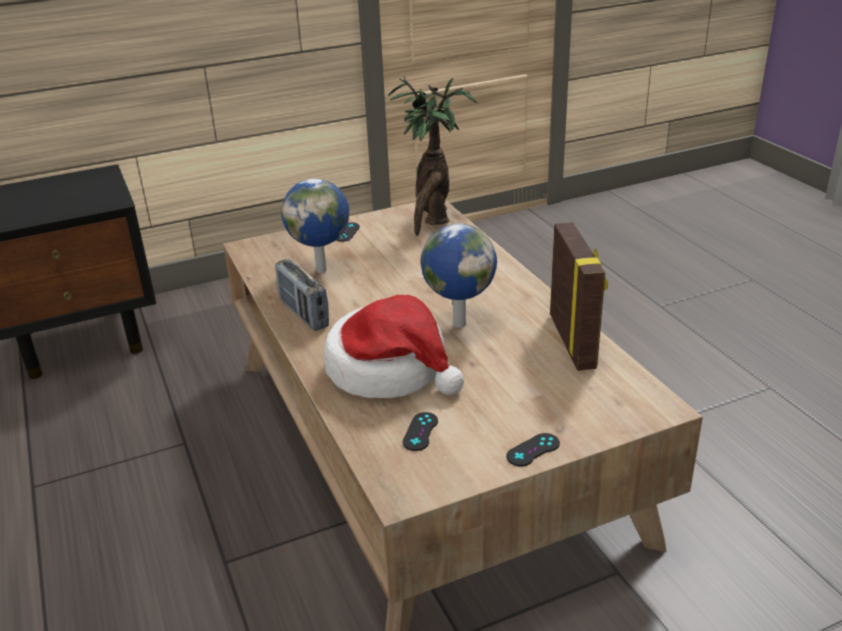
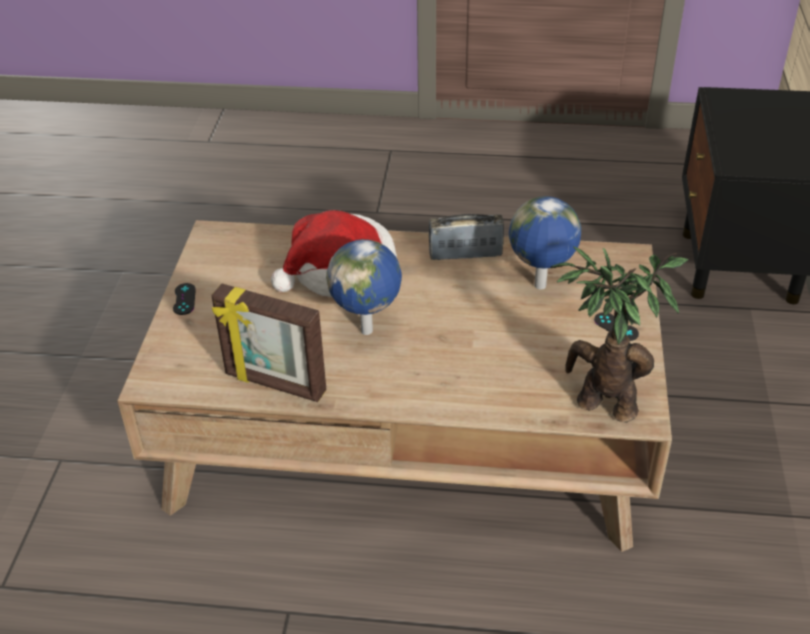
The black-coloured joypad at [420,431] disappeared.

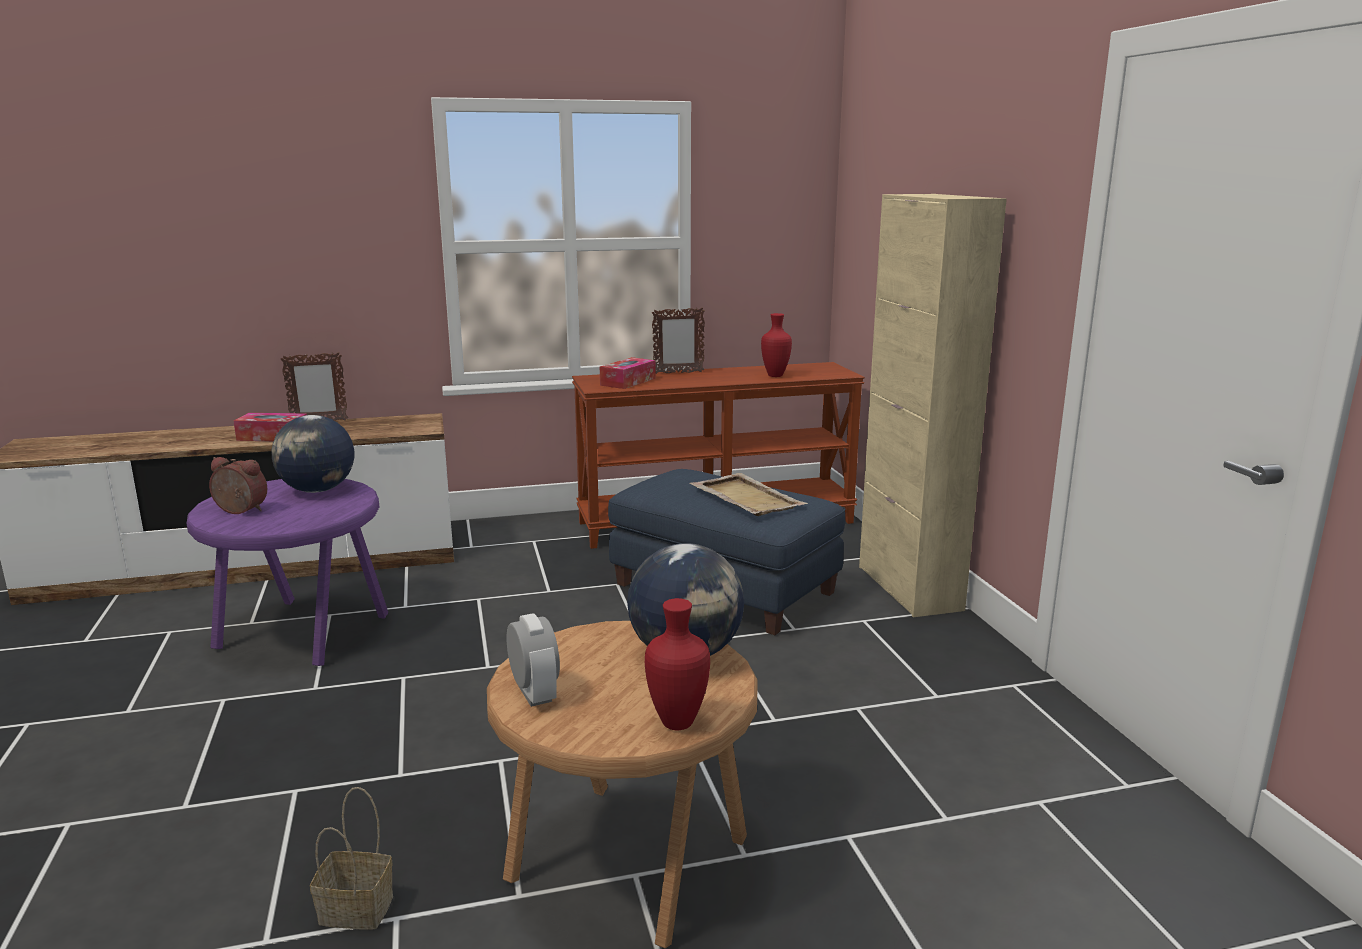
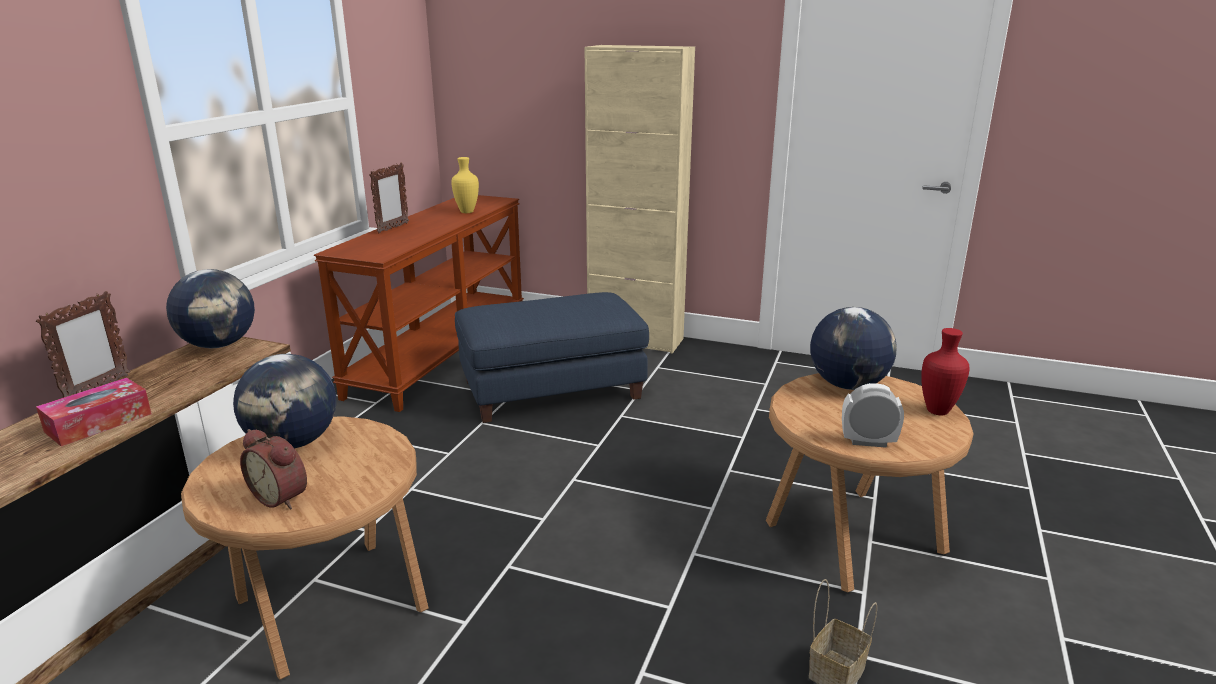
The tissue box at [628,382] disappeared.
The beige-coloured carrying tray at [746,498] disappeared.
The world globe at [219,345] appeared.
The purplish side table at [301,631] became the brown side table at [327,606].
The red-coloured vase at [775,375] became the yellow vase at [466,212].
The alarm clock at [239,511] turned 105 degrees counterclockwise.

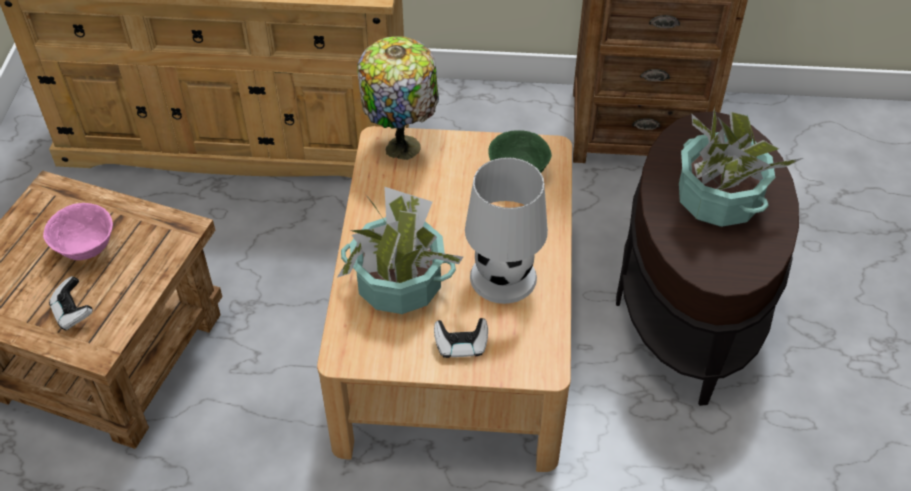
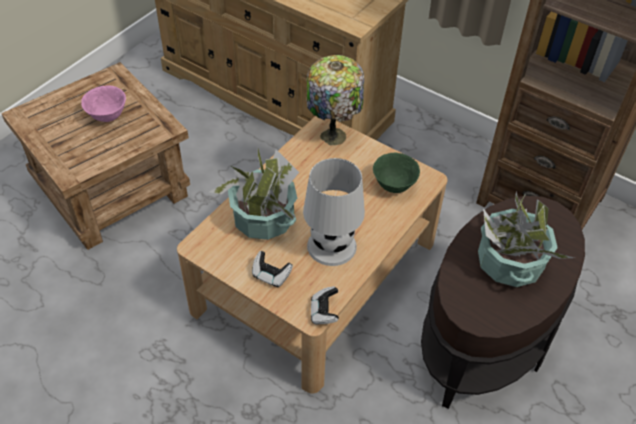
The joypad moved from [73,313] to [324,312].

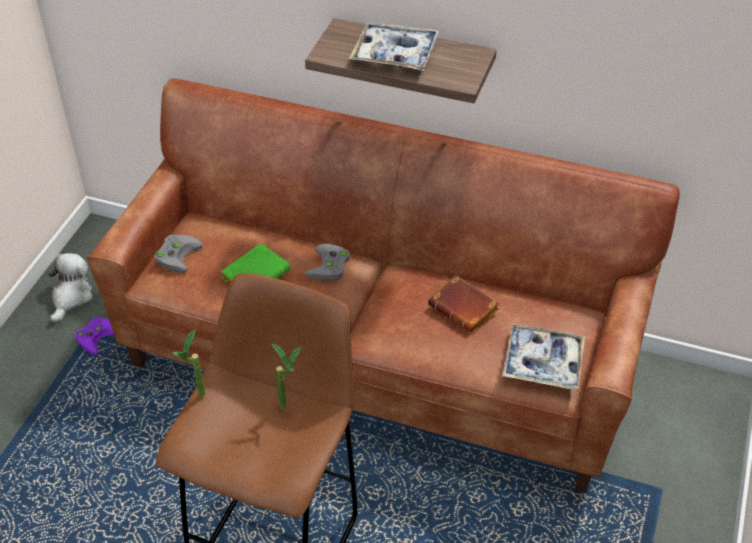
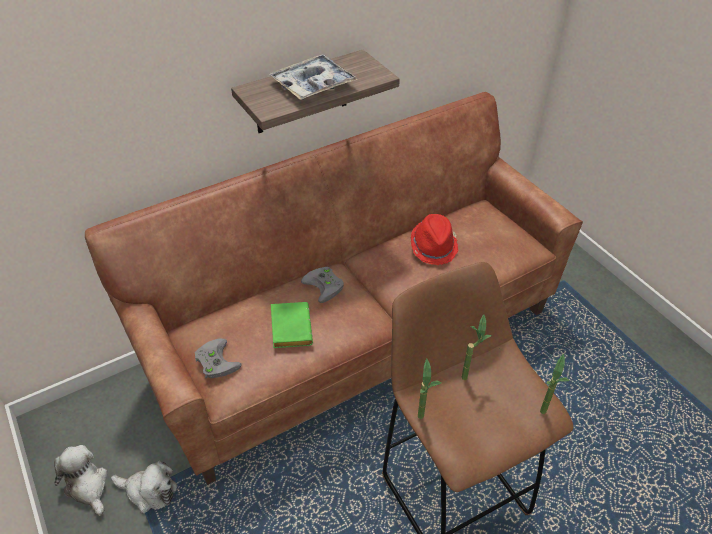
The carrying tray at [542,363] disappeared.
The houseplant at [543,417] appeared.
The purplish joypad at [97,336] was replaced by the plush toy at [149,491].
The brown bound book at [465,308] was replaced by the red-coloured wearable hat at [434,246].

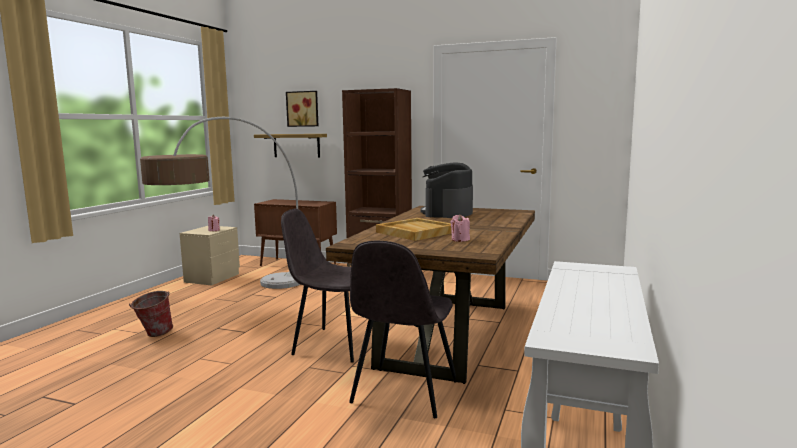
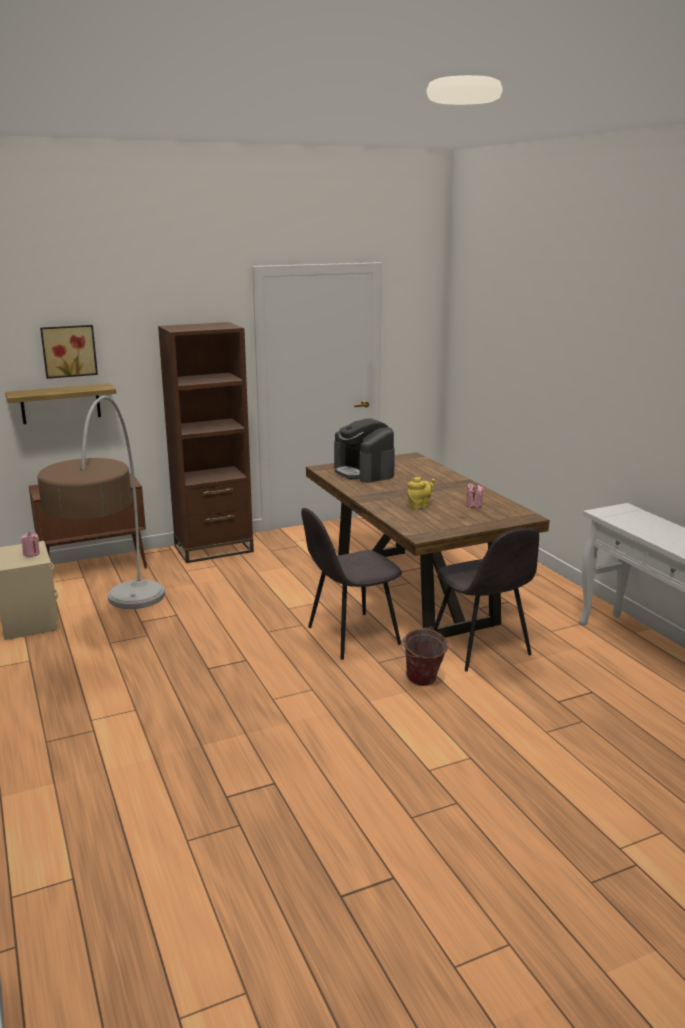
The water bucket moved from [153,334] to [422,682].
The beige-coloured carrying tray at [415,232] was replaced by the yellow teapot at [419,506].

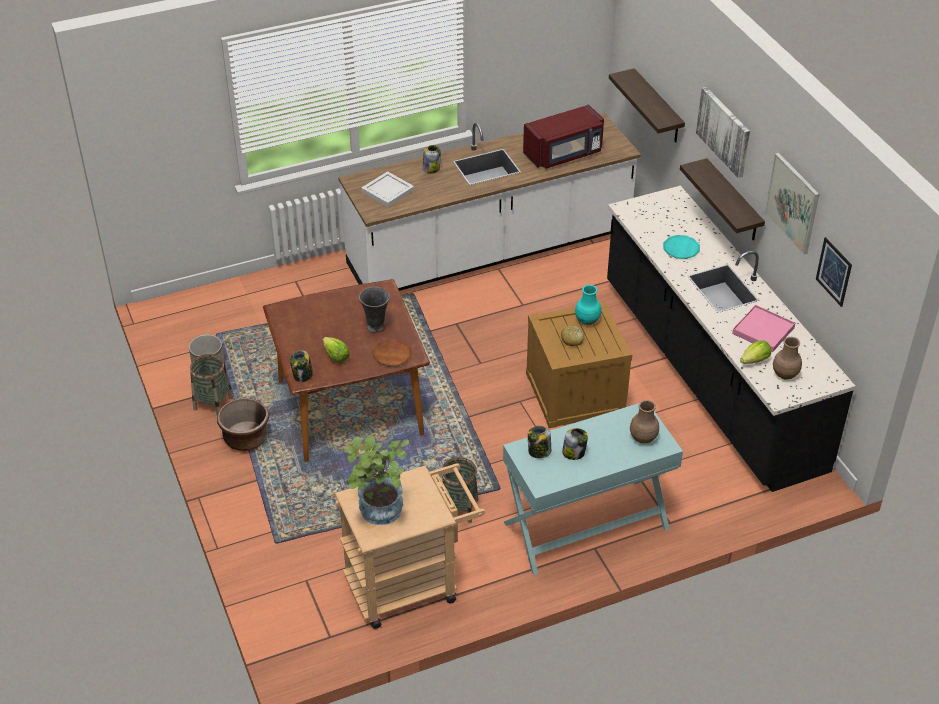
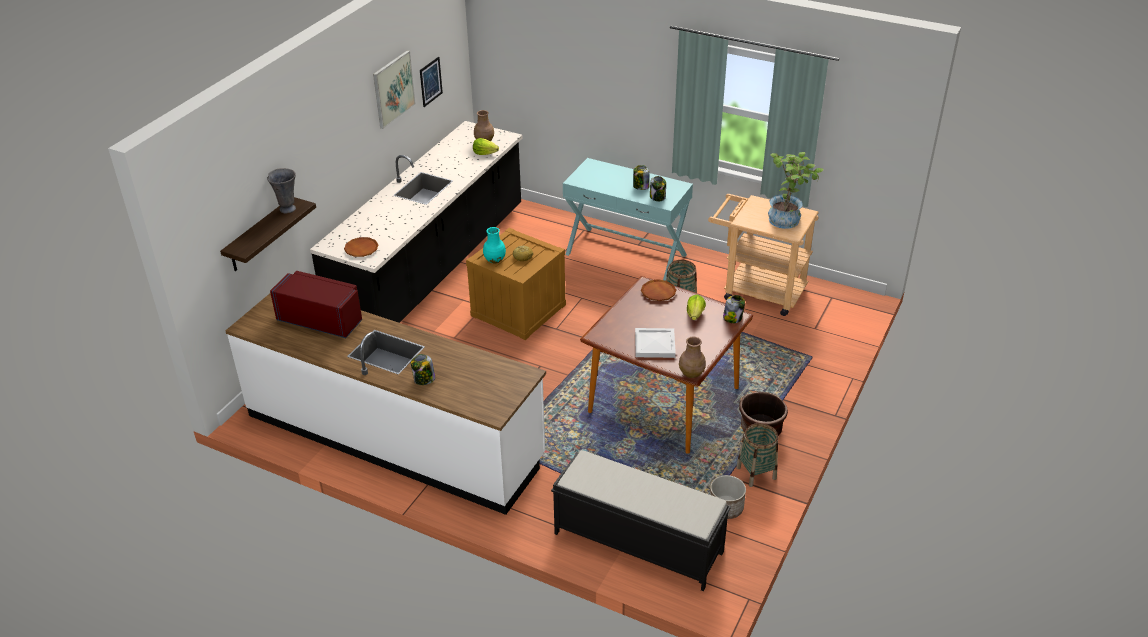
The turquoise-coloured plate at [681,249] disappeared.
The bracket shelf at [733,201] disappeared.
The picture at [724,131] disappeared.
The pinkish carrying tray at [763,331] disappeared.
The brown plate at [361,249] appeared.
The black-coloured long seat at [637,542] appeared.
The gray vase moved from [376,328] to [287,208].
The white-coloured carrying tray moved from [387,190] to [654,345].
The brown vase moved from [643,438] to [691,373].

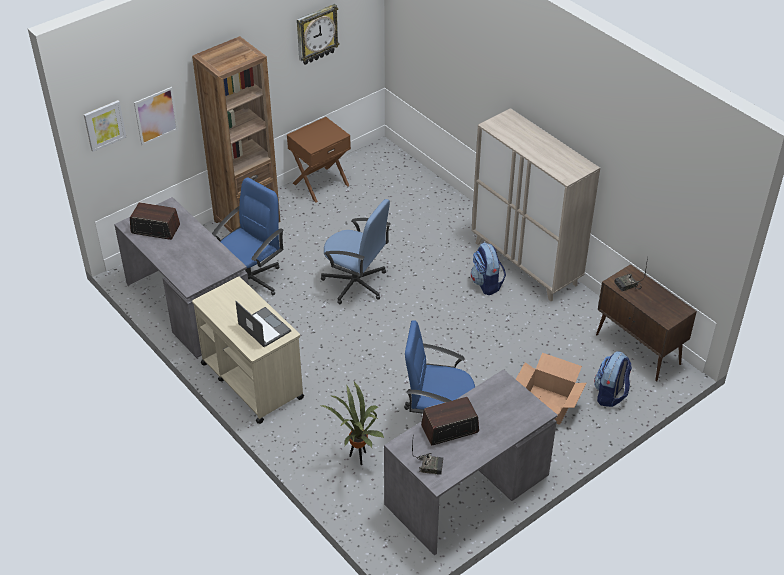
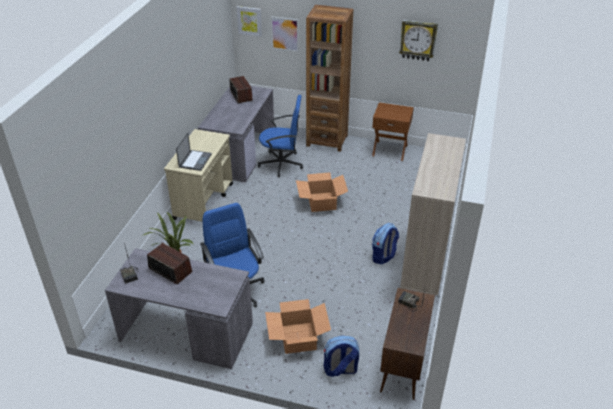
The bluish office chair at [356,283] was replaced by the carton at [321,202].

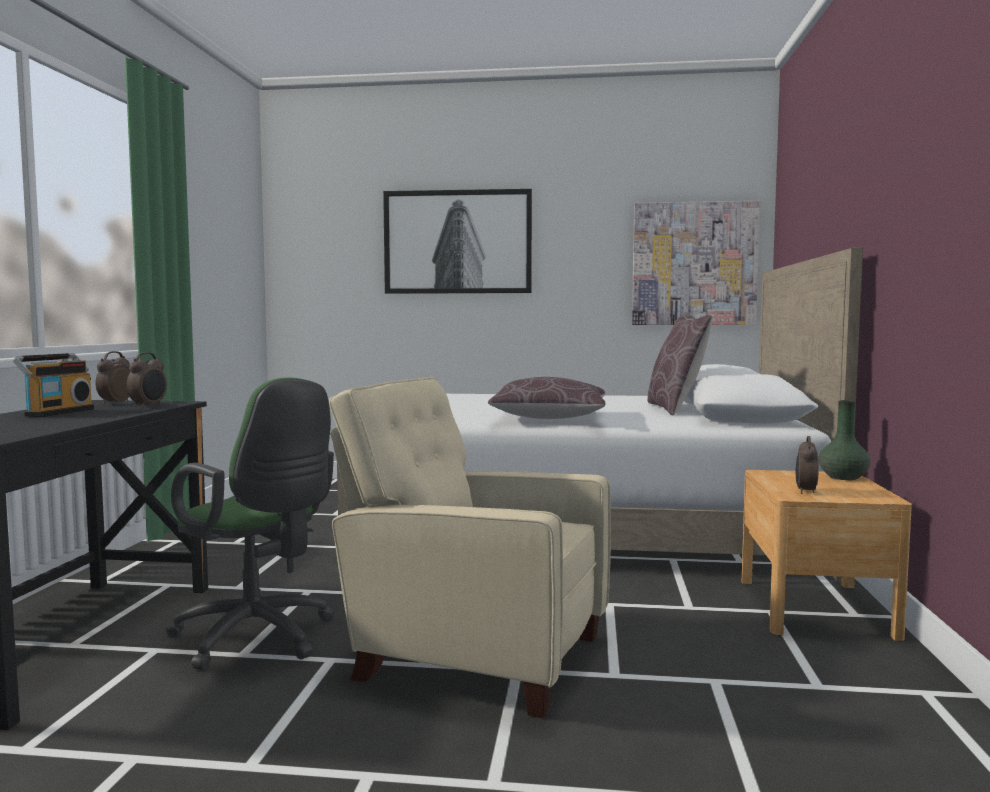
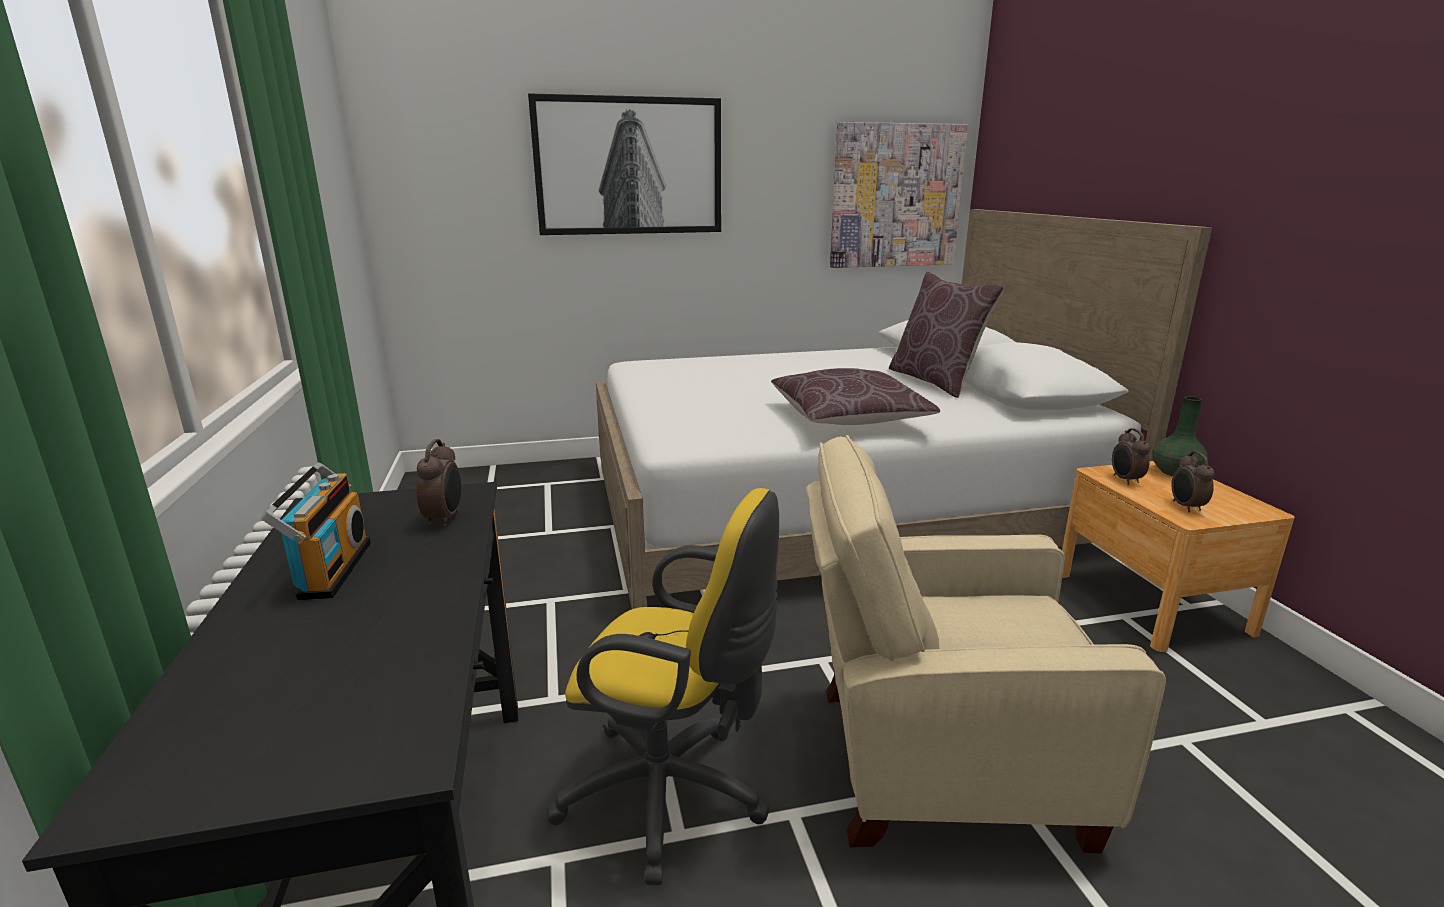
The alarm clock moved from [115,403] to [1125,480].
The green-coloured office chair at [259,639] became the yellow office chair at [673,797].

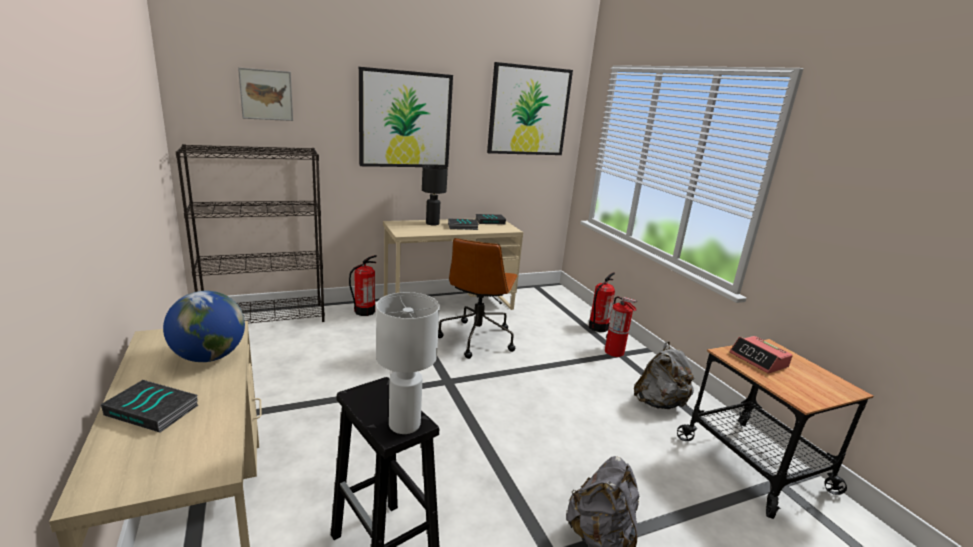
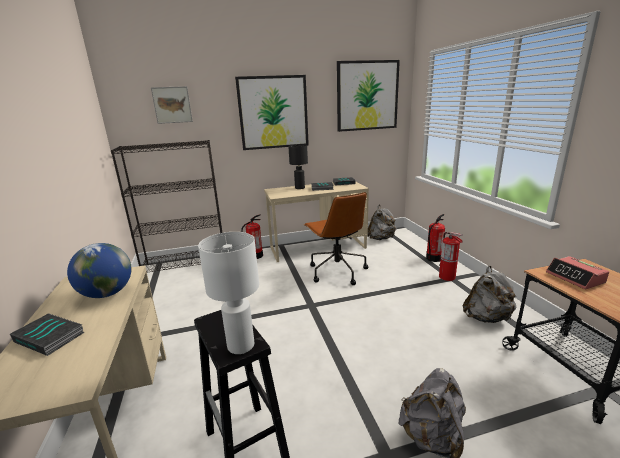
The gray rucksack at [381,238] appeared.
The brown office chair at [477,338] turned 45 degrees counterclockwise.

